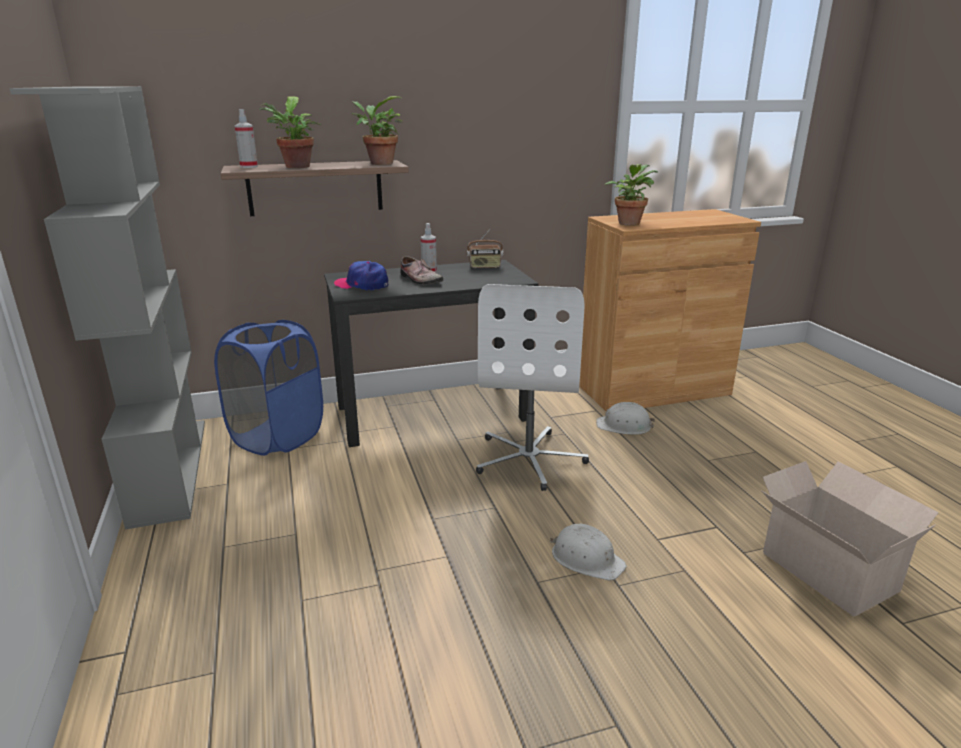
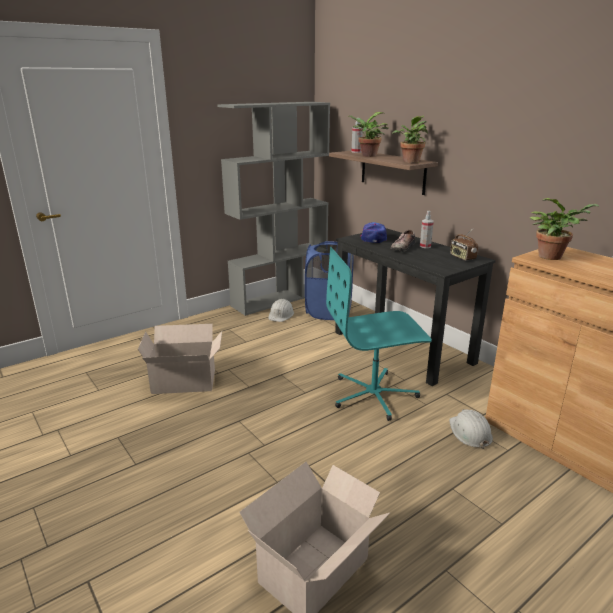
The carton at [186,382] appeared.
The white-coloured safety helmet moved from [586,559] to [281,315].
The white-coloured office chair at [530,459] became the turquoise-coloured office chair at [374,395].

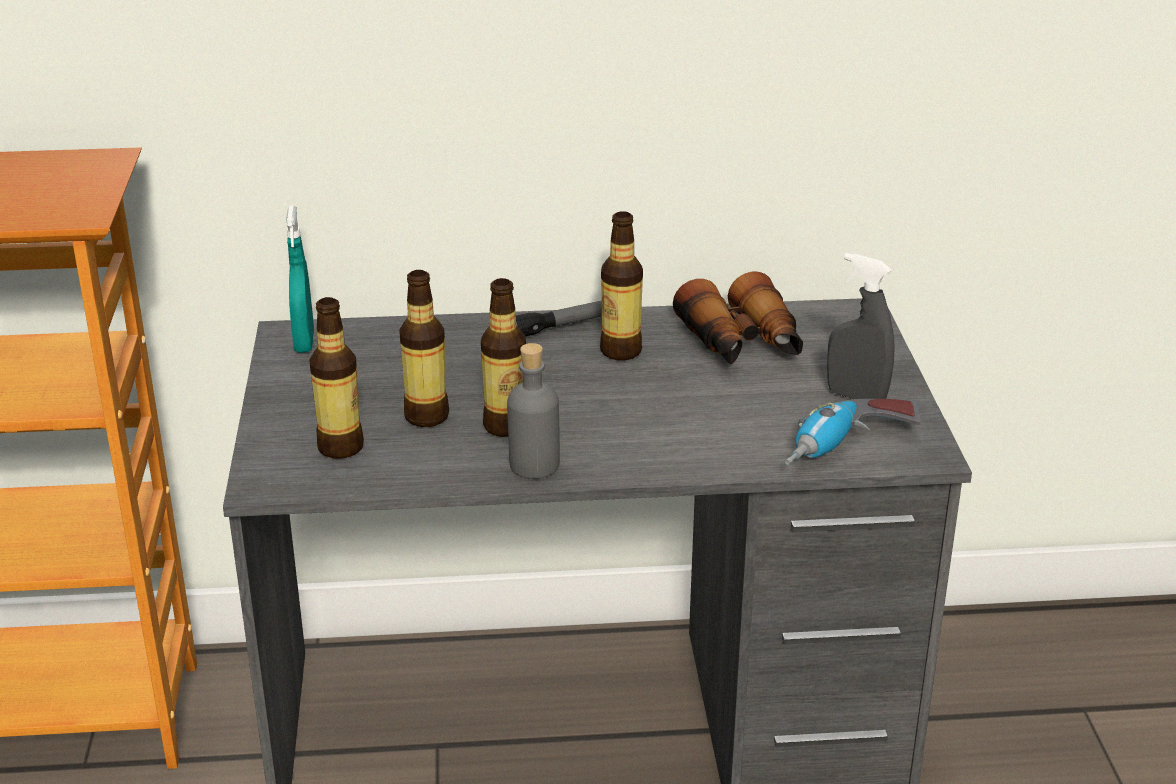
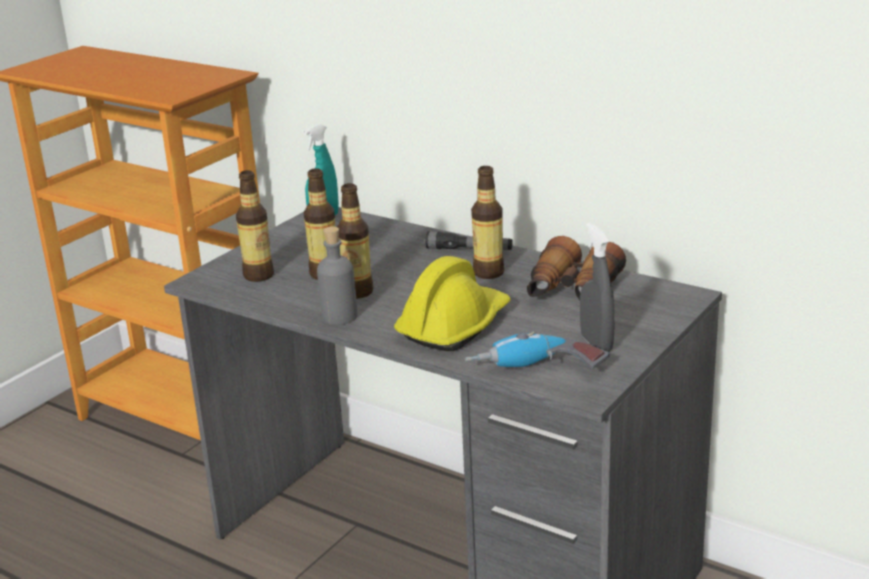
The yellow safety helmet at [454,326] appeared.

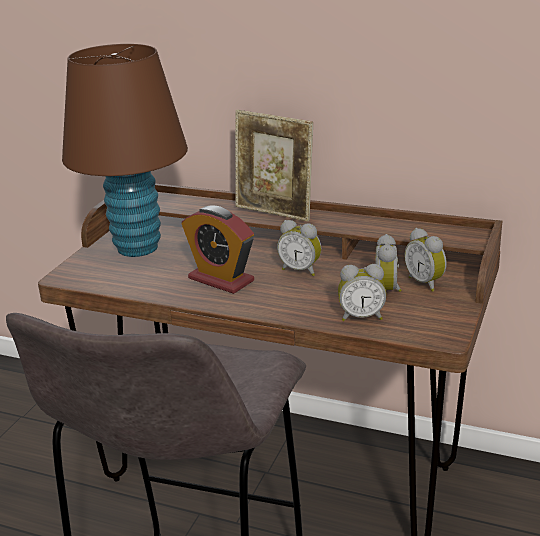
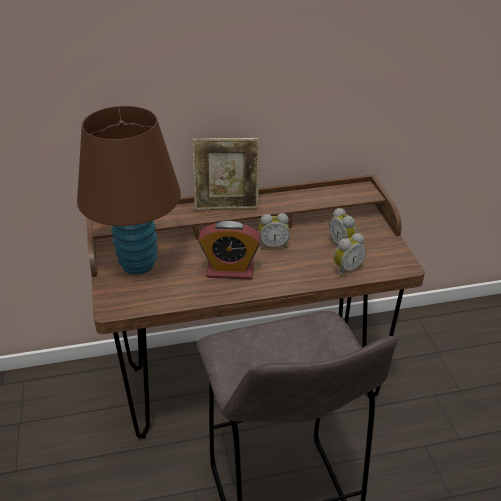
The alarm clock at [426,283] disappeared.

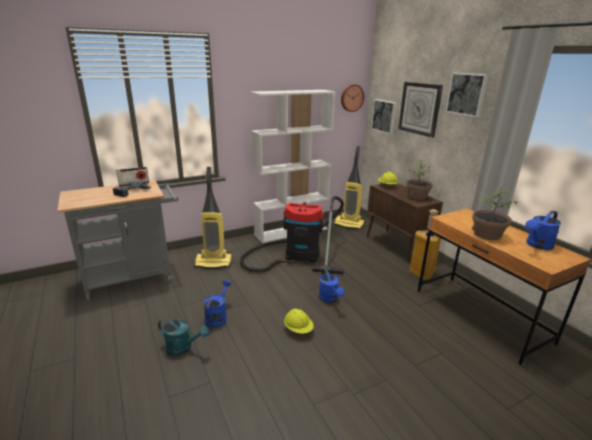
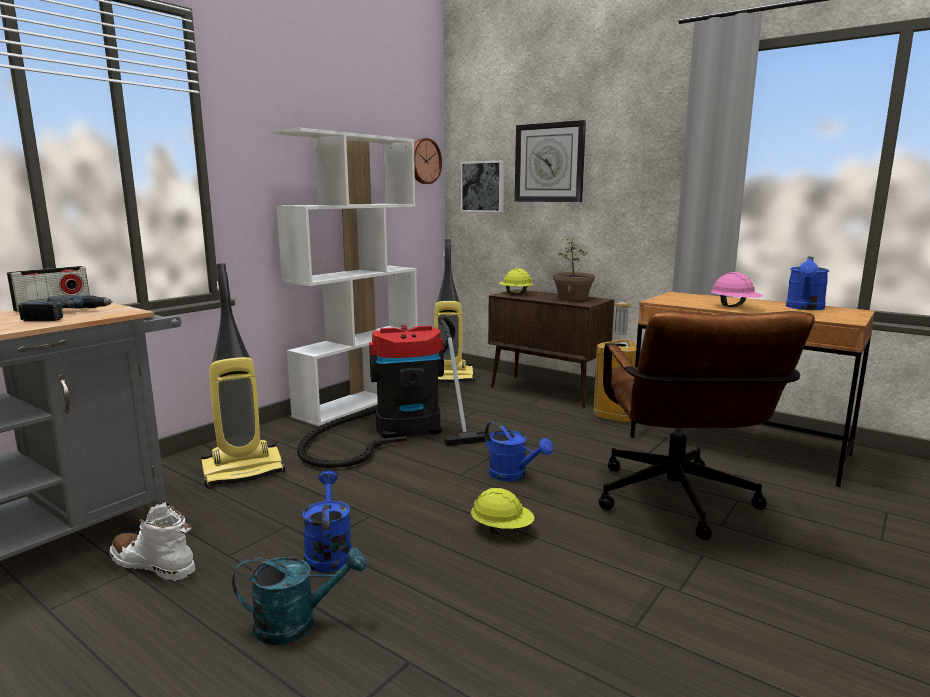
The picture at [467,94] disappeared.
The white-coloured high-top boot at [154,565] appeared.
The brown office chair at [678,505] appeared.
The houseplant at [487,234] was replaced by the pinkish safety helmet at [735,307].

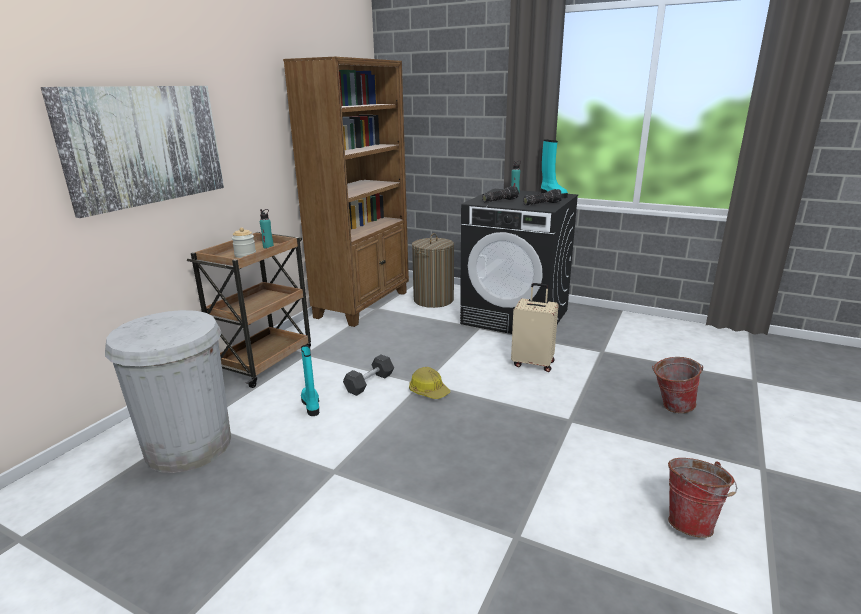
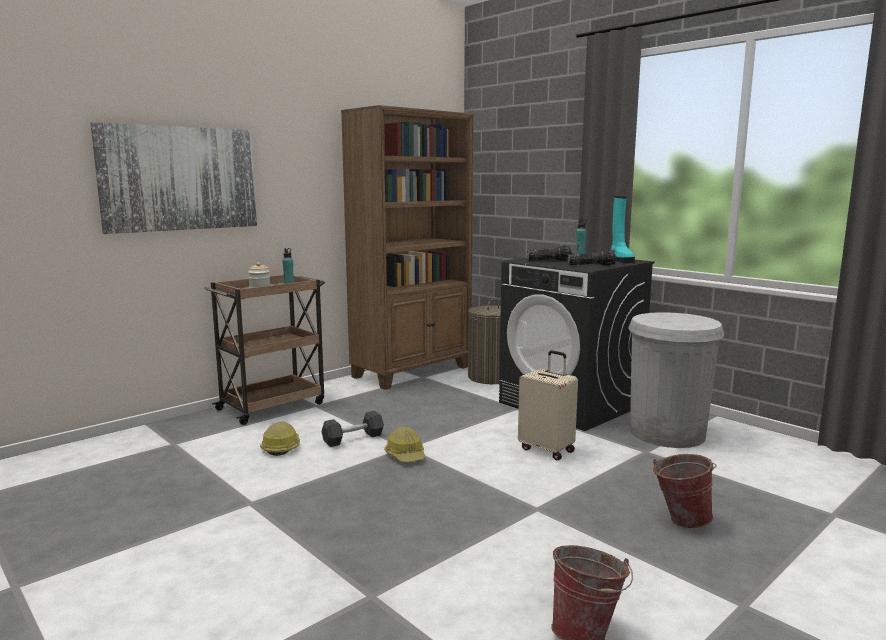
The white-coloured trash can moved from [188,446] to [667,433].
The turquoise-coloured high-top boot at [311,405] was replaced by the safety helmet at [281,447].

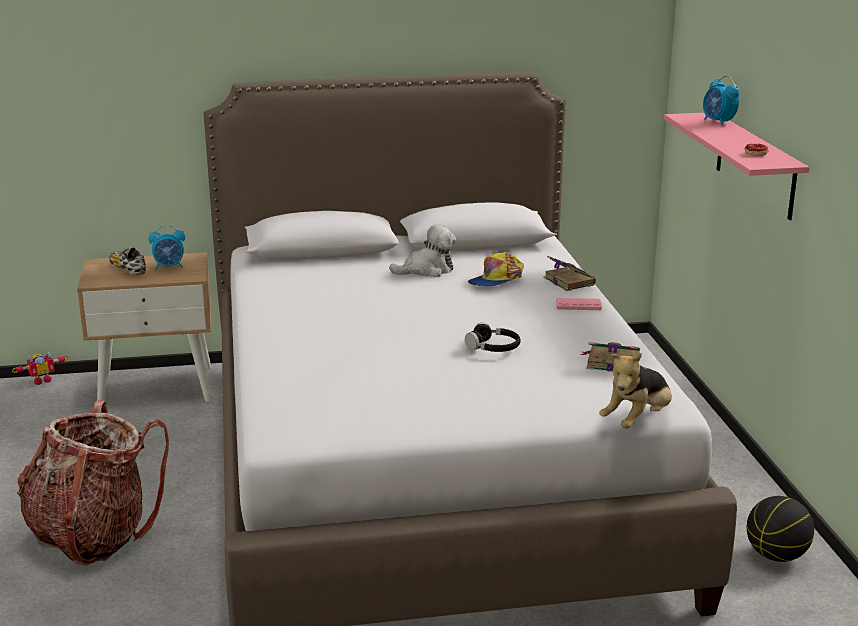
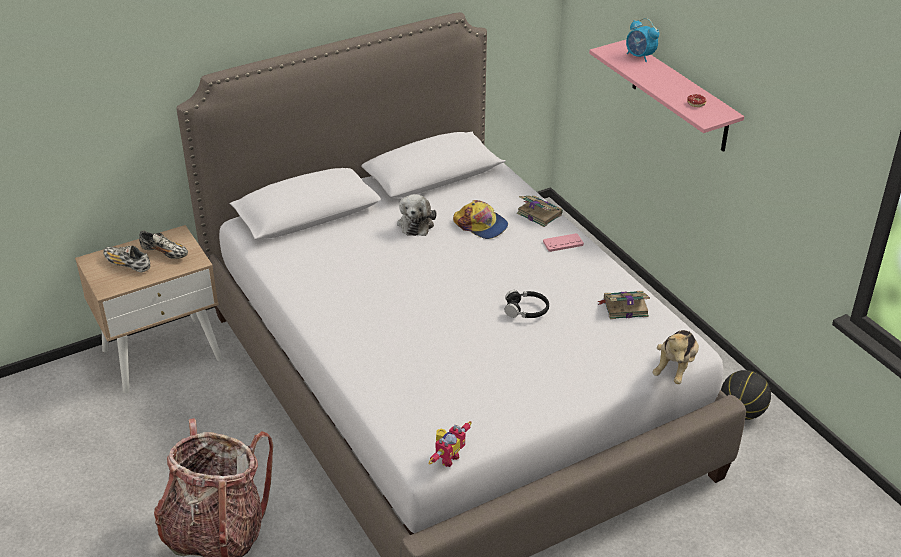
The robot figure moved from [42,380] to [447,457].
The alarm clock at [169,267] was replaced by the item of footwear at [165,253].
The plush toy at [427,270] turned 135 degrees clockwise.
The cap at [496,280] turned 75 degrees counterclockwise.

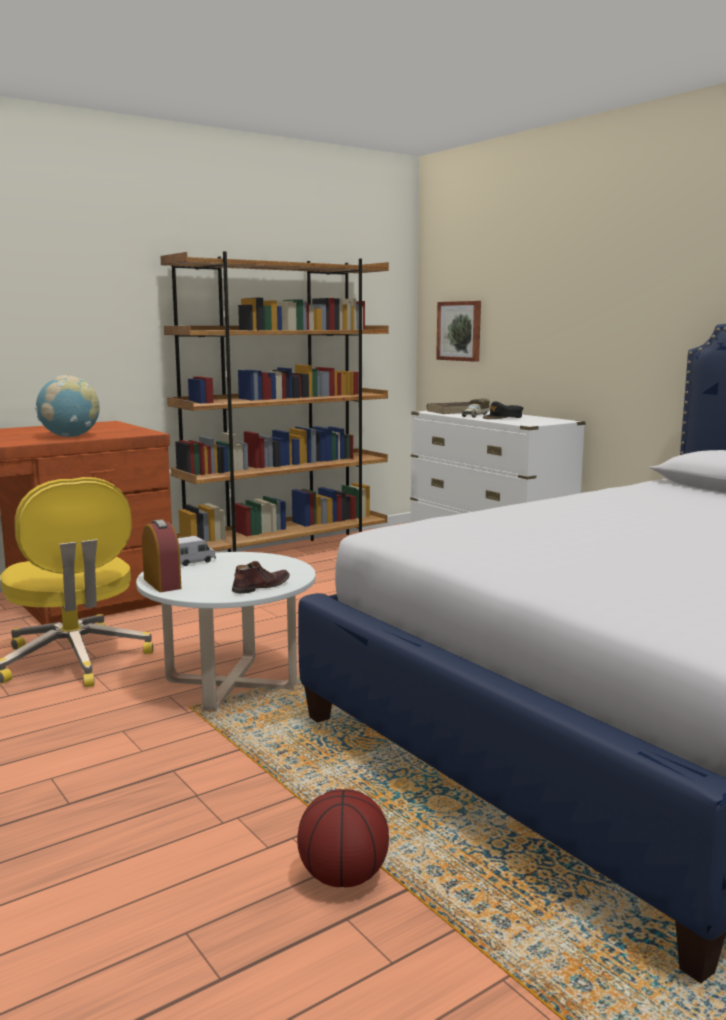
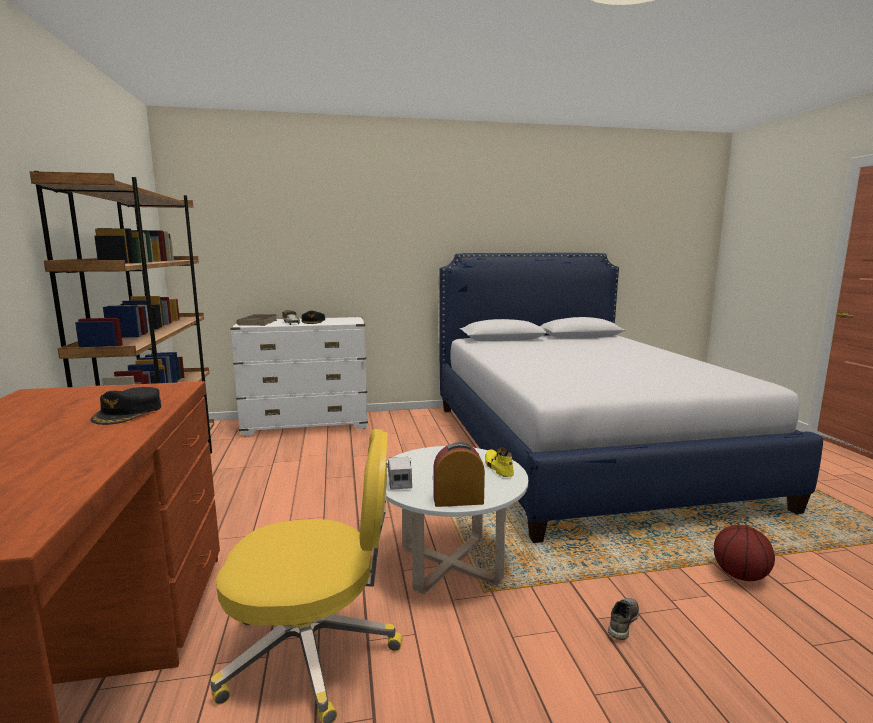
The picture at [460,331] disappeared.
The gray item of footwear at [622,622] appeared.
The world globe at [70,437] was replaced by the black-coloured cap at [129,412].
The brown item of footwear at [260,587] became the yellow item of footwear at [498,467].

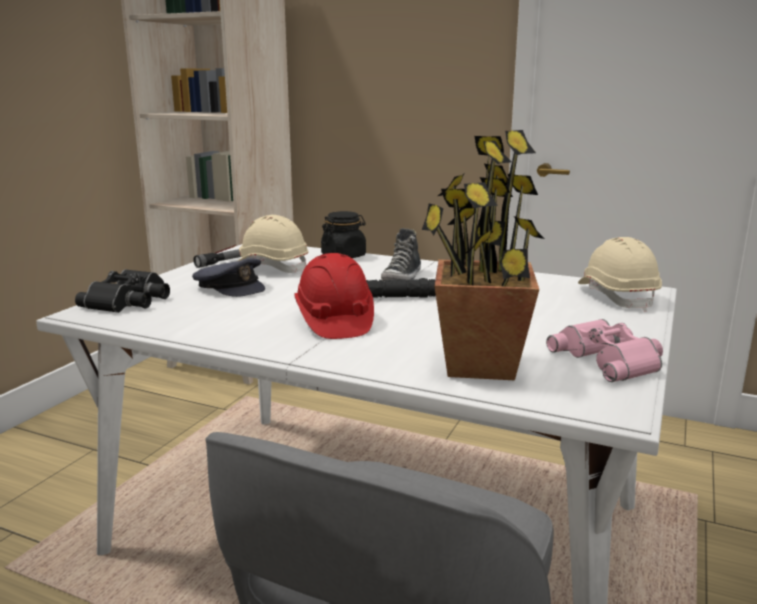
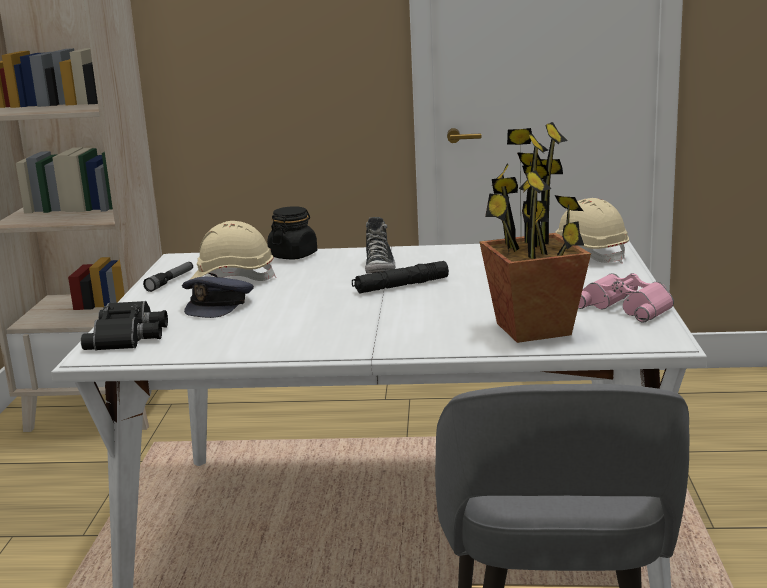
The red-coloured safety helmet at [334,321] disappeared.
The gray cap at [231,287] turned 90 degrees clockwise.

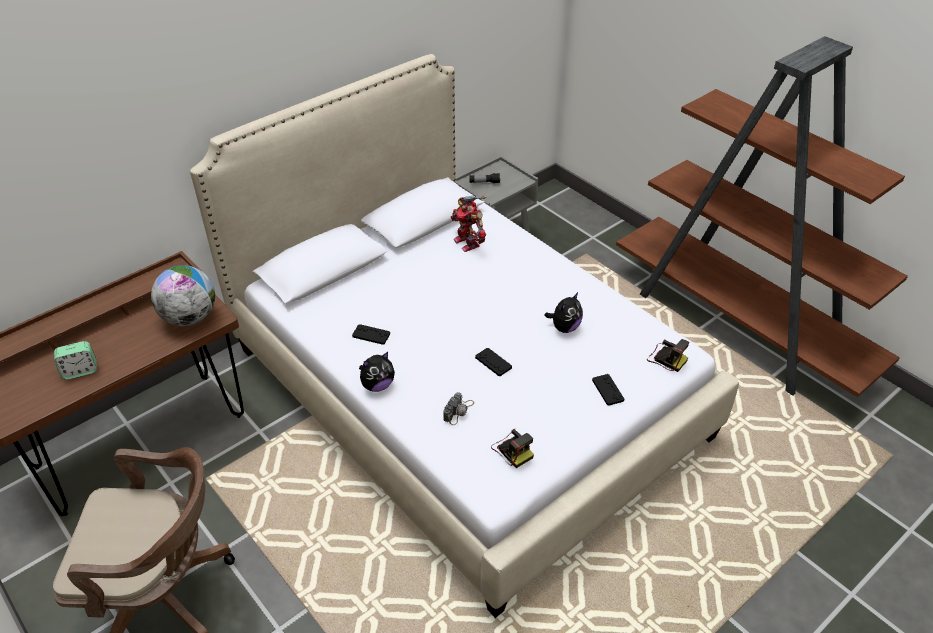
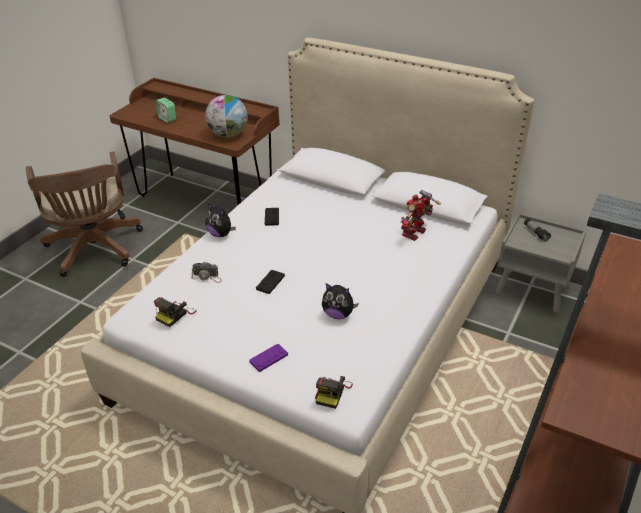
The black-coloured joypad at [607,390] became the purplish joypad at [268,358].

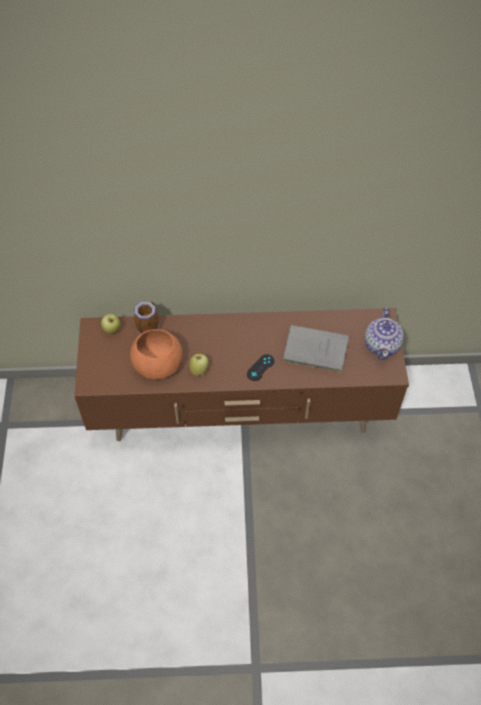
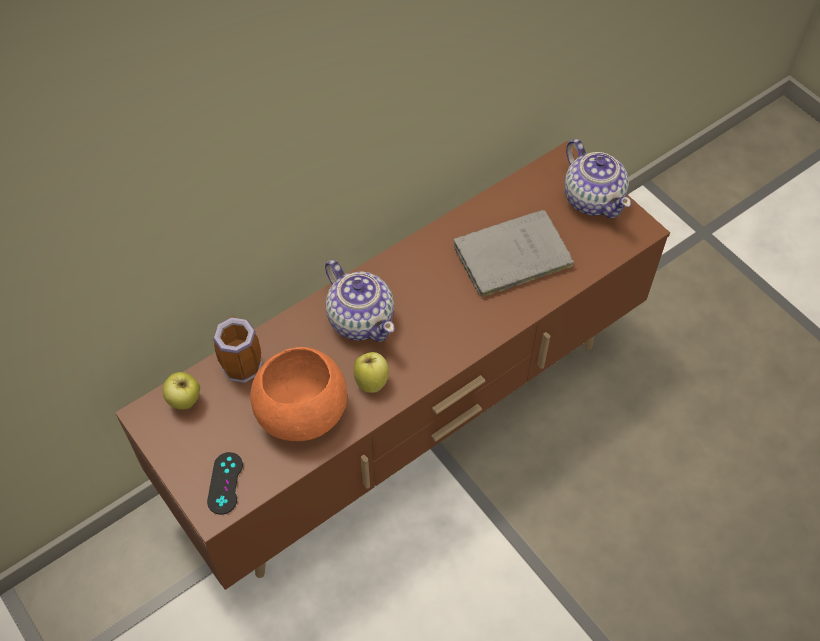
The teapot at [361,319] appeared.
The black-coloured joypad moved from [260,367] to [225,483].

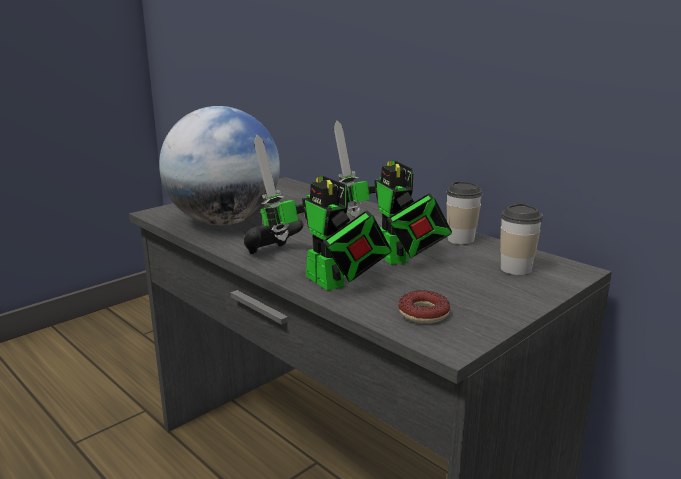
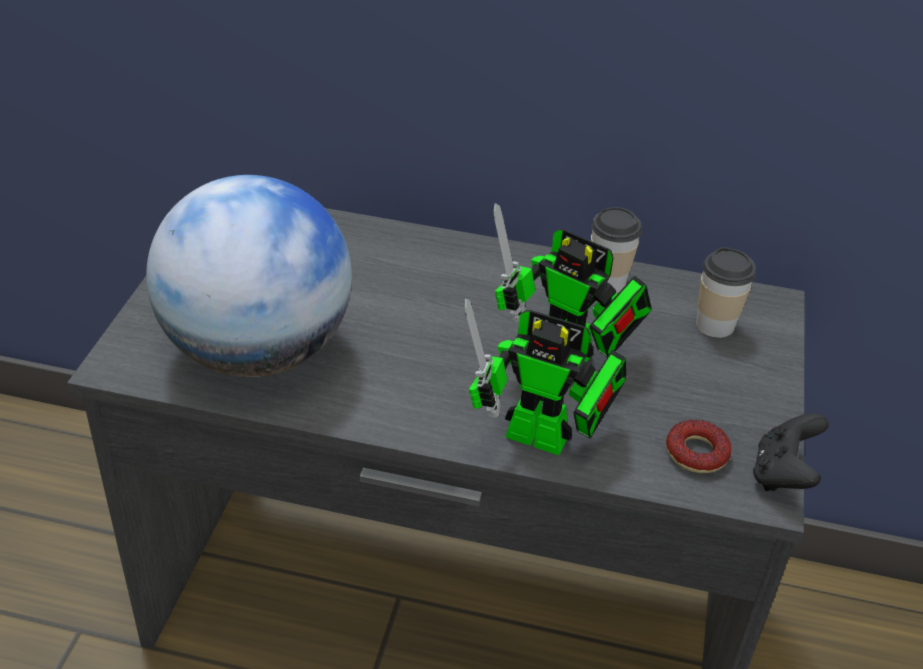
The black-coloured joypad moved from [271,252] to [783,474].

